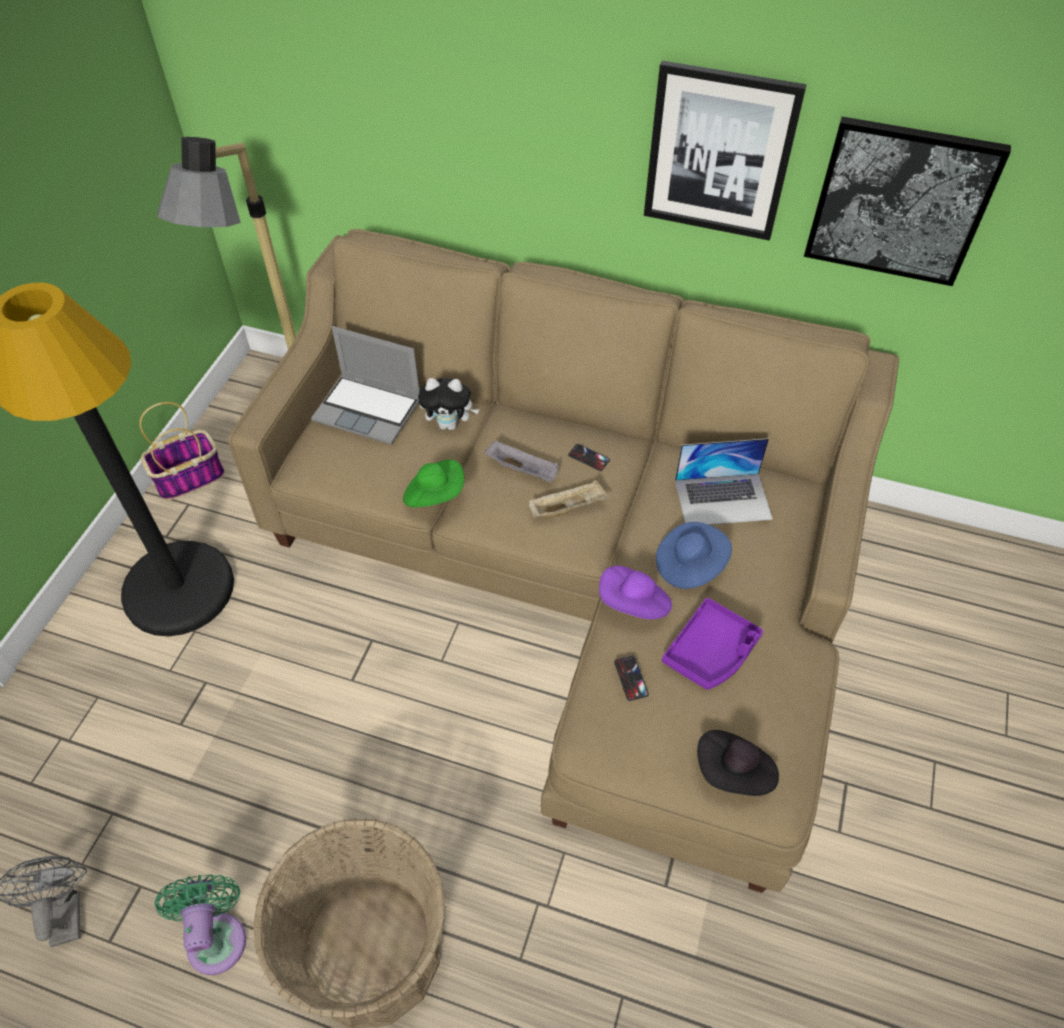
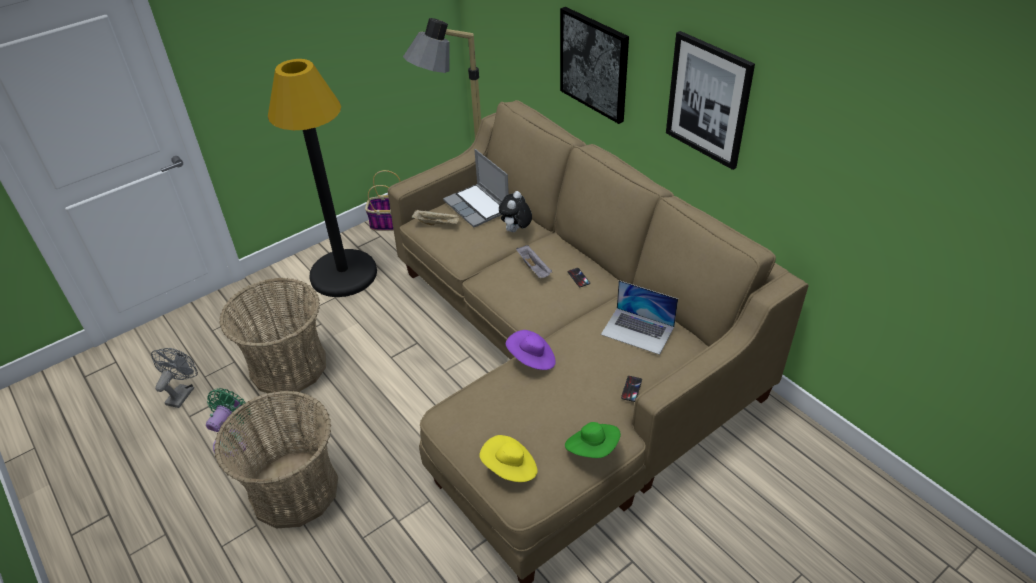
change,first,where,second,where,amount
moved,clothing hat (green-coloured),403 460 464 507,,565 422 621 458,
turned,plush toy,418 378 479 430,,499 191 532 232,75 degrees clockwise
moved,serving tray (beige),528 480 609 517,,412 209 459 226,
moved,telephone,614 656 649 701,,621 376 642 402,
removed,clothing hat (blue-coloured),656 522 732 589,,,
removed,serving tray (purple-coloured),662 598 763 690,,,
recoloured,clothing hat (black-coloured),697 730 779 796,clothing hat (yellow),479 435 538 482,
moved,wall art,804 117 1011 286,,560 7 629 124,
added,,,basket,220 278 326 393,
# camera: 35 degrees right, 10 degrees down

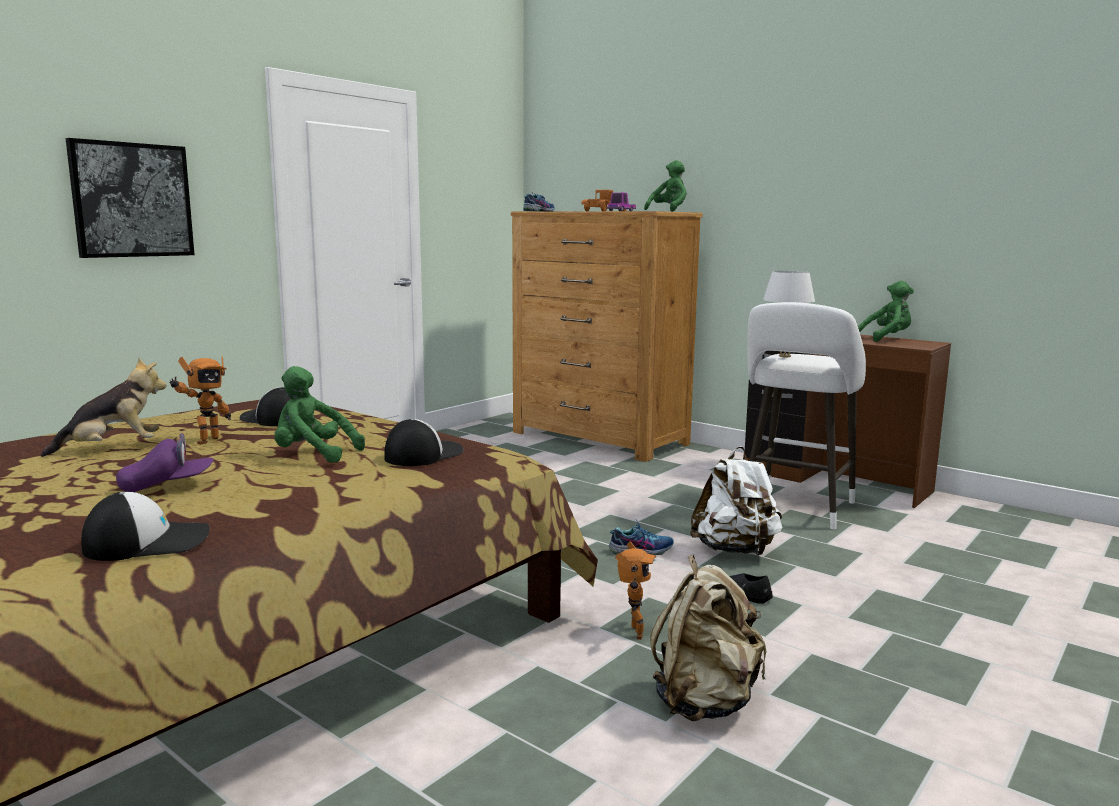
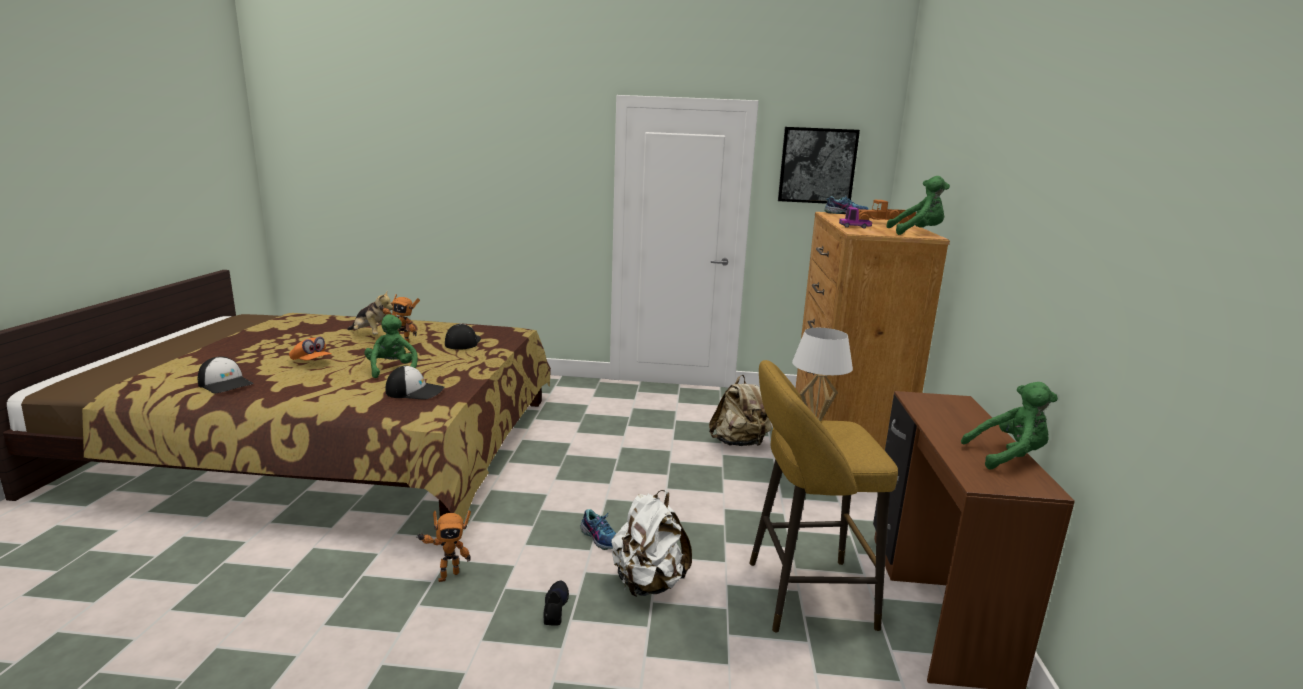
change,first,where,second,where,amount
moved,wall art,66 138 195 258,,778 127 860 204,
recoloured,cap (purple-coloured),116 433 213 492,cap (orange-coloured),289 337 332 360,
moved,knapsack (beige),651 555 766 721,,709 375 772 446,
recoloured,sitting stool (white-coloured),748 302 866 529,sitting stool (yellow),749 360 898 633,
turned,plush toy (green-coloured),858 281 914 342,,961 382 1058 469,45 degrees counterclockwise
# camera: 55 degrees right, 5 degrees up

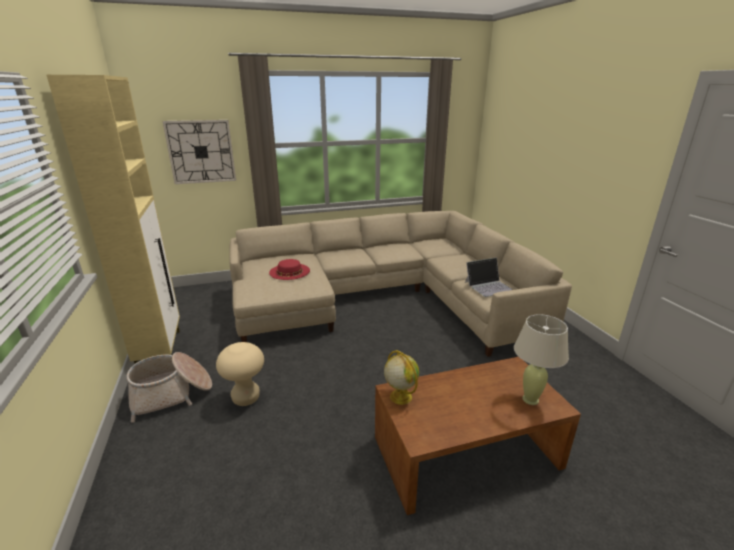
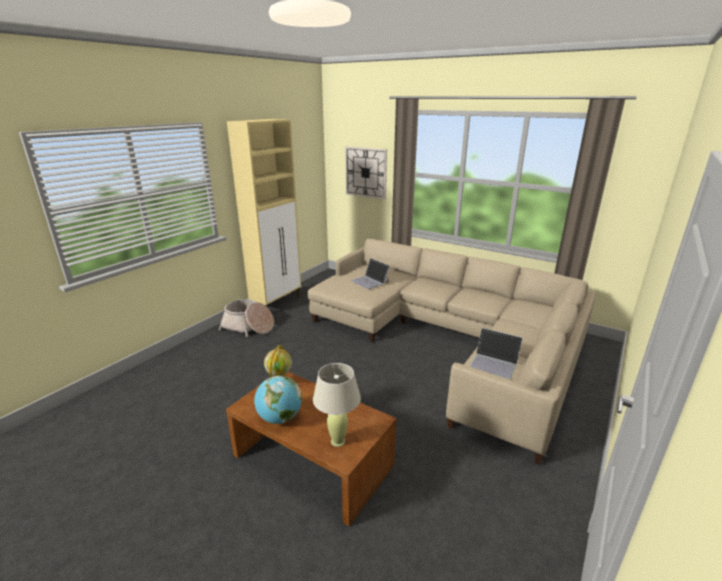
change,first,where,second,where,amount
removed,sitting stool (beige),216 342 264 406,,,
replaced,clothing hat (red),269 259 310 280,laptop,350 258 390 289,
added,,,desk globe,254 375 302 424,
# camera: 50 degrees right, 0 degrees up

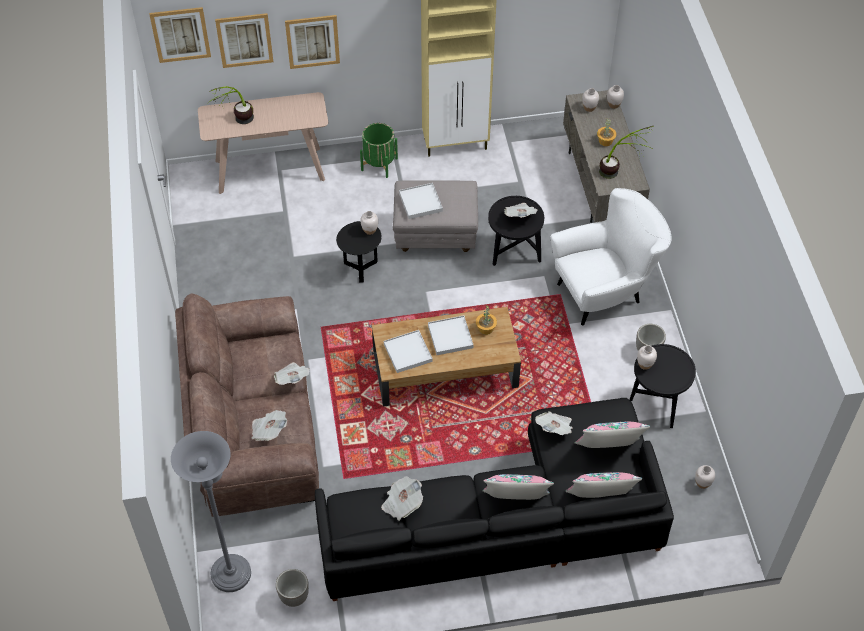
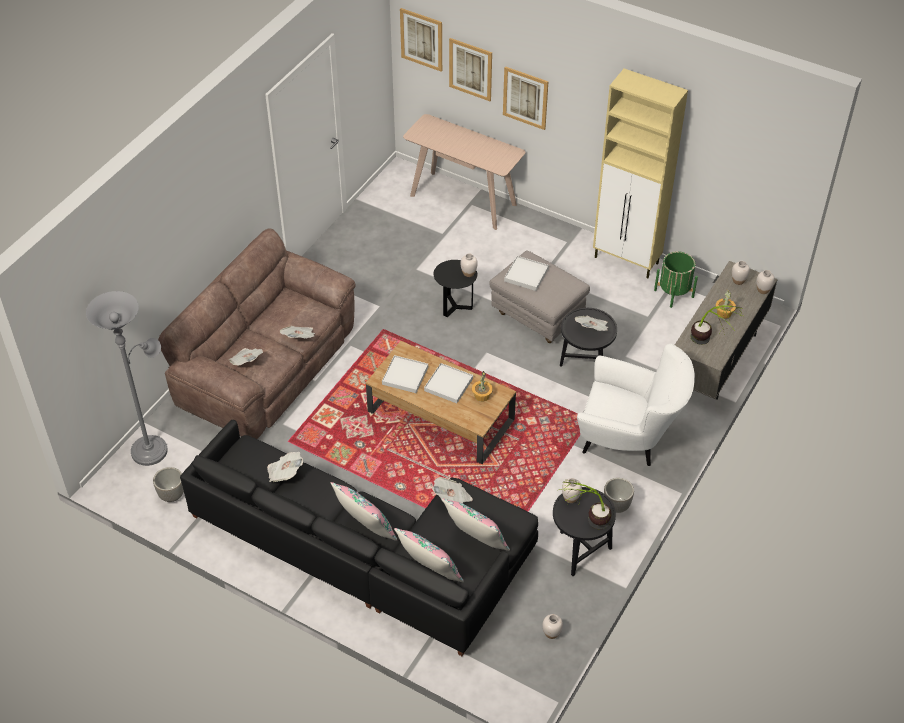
change,first,where,second,where,amount
moved,potted plant,207 86 254 124,,560 480 612 529,
moved,flower pot (green-coloured),360 123 398 178,,654 251 698 308,
# camera: 40 degrees right, 5 degrees down

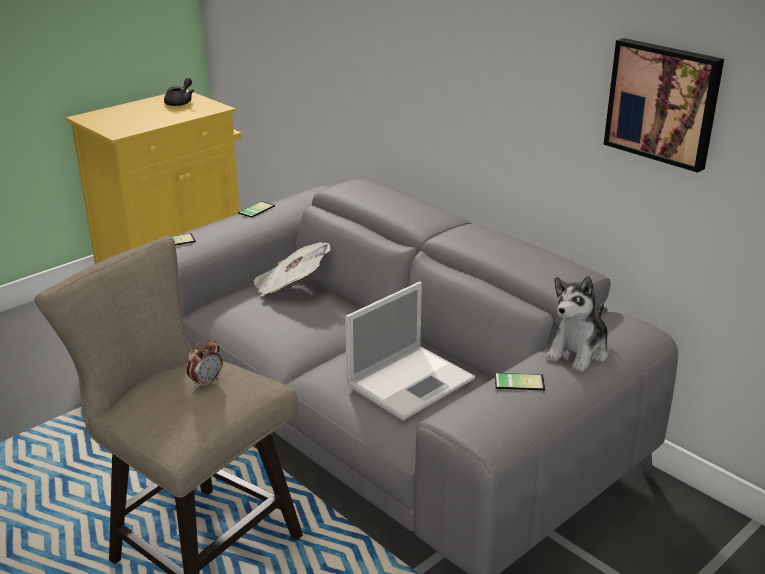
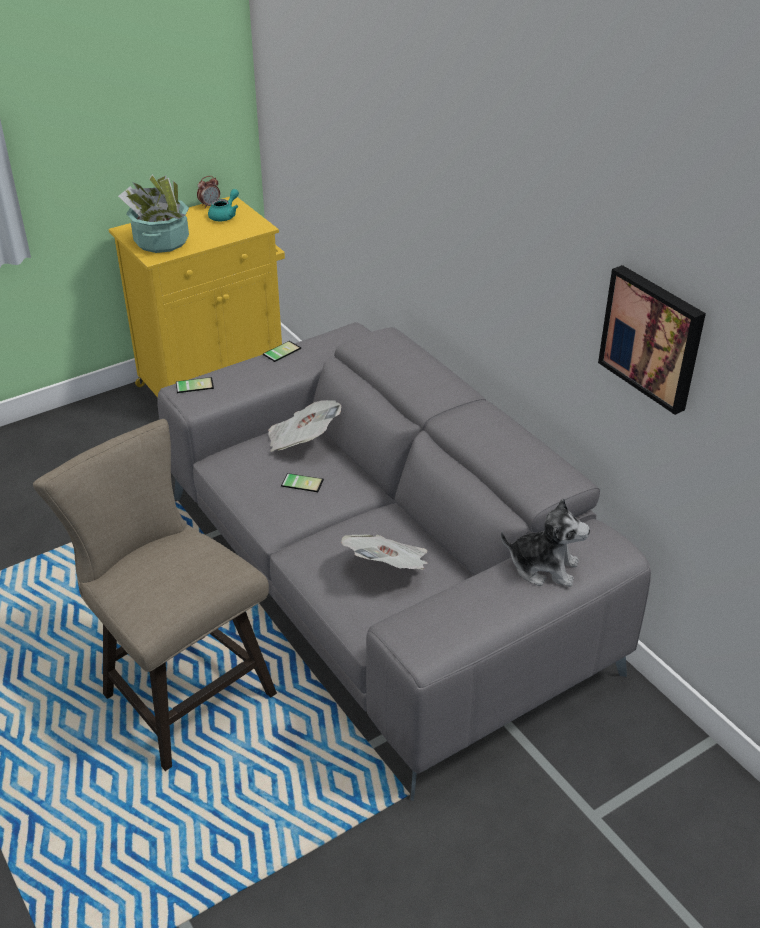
change,first,where,second,where,amount
recoloured,tea pot (gray),164 78 194 106,tea pot (blue-green),208 189 239 221,
moved,table clock,186 339 223 389,,197 176 220 208,
replaced,laptop,345 282 475 421,daily paper,341 535 427 570,
moved,telephone,495 373 545 390,,281 473 324 492,
turned,plush toy,545 276 609 372,,501 498 590 587,120 degrees counterclockwise
added,,,potted plant,118 174 189 253,
# camera: 10 degrees right, 10 degrees up

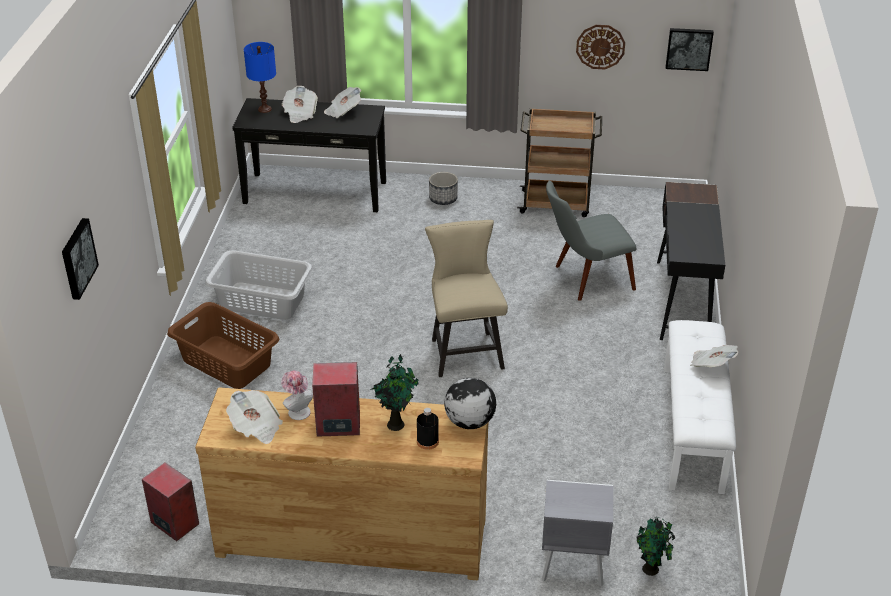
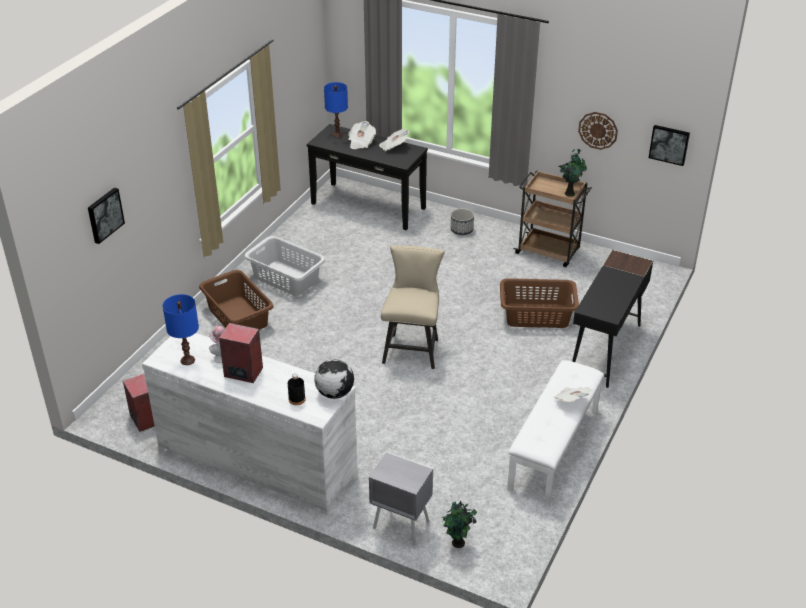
change,first,where,second,where,amount
recoloured,dresser (brown-coloured),195 387 489 581,dresser (white-coloured),142 333 358 515,
replaced,daily paper,226 390 283 444,lamp for a table (blue-coloured),163 294 199 365,
moved,potted plant,370 354 418 431,,558 149 587 196,
replaced,chair (gray),546 181 636 301,laundry basket (brown-coloured),500 278 579 328,
# camera: 20 degrees right, 0 degrees up

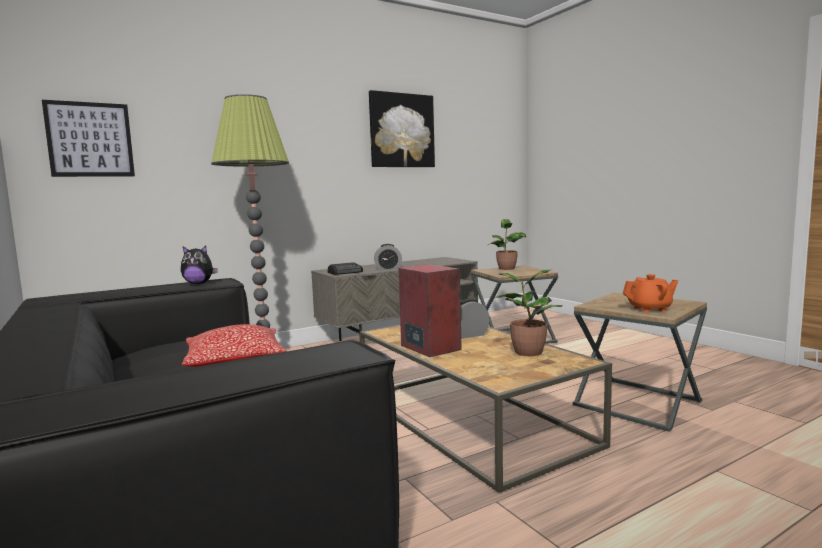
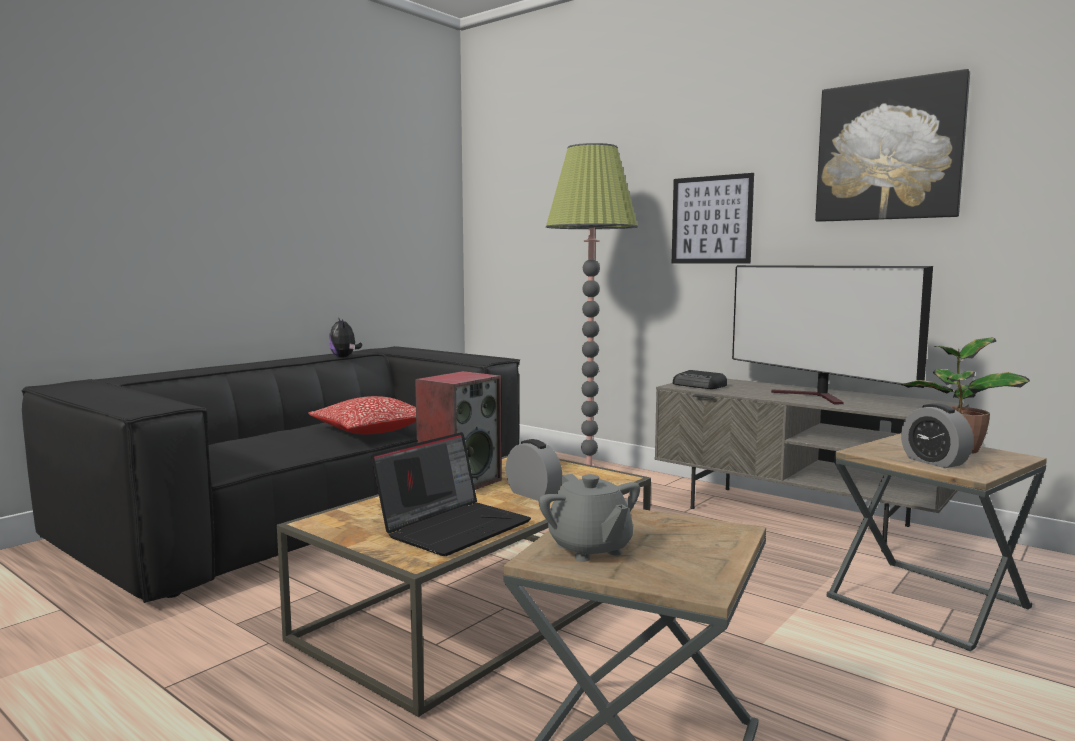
change,first,where,second,where,amount
moved,wall art,42 100 135 177,,672 173 754 263,
moved,plush toy,181 246 218 284,,329 317 362 357,
moved,table clock,374 244 402 270,,901 403 974 468,
replaced,potted plant,492 269 563 356,laptop,371 432 531 556,
recoloured,tea pot (orange-coloured),622 274 678 312,tea pot (gray),539 474 640 562,
added,,,TV set,732 265 933 404,
# camera: 70 degrees right, 0 degrees up

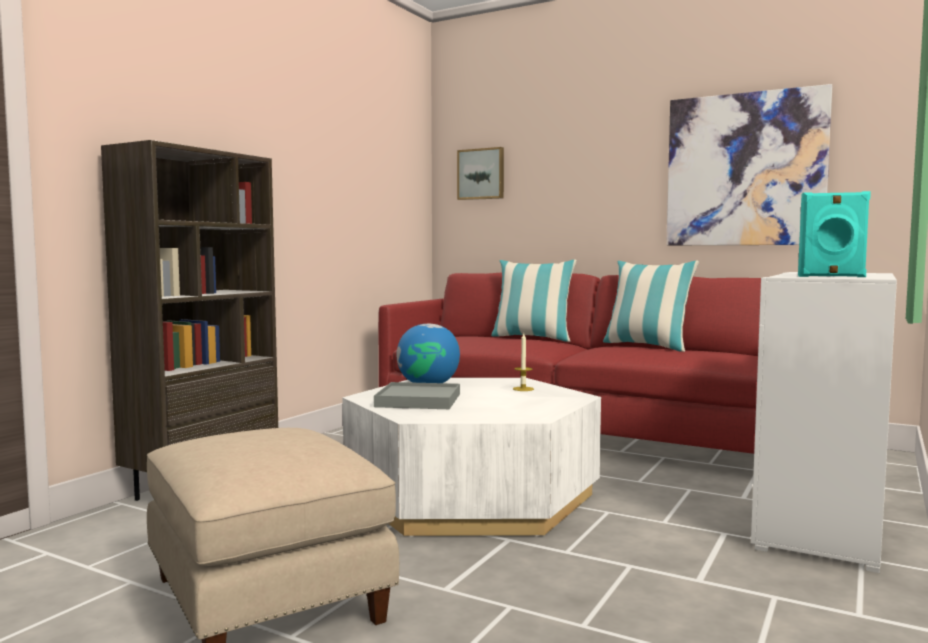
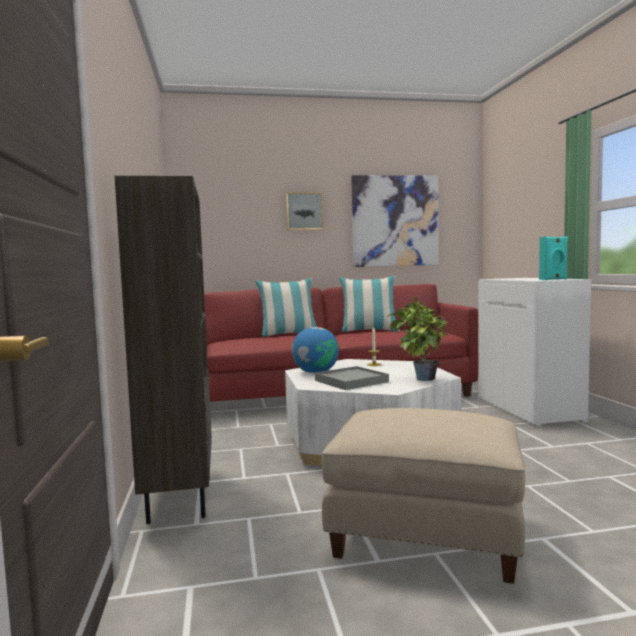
change,first,where,second,where,amount
moved,wall art,457 147 504 200,,286 192 324 230,
added,,,potted plant,387 297 448 381,
# camera: 40 degrees left, 0 degrees up

